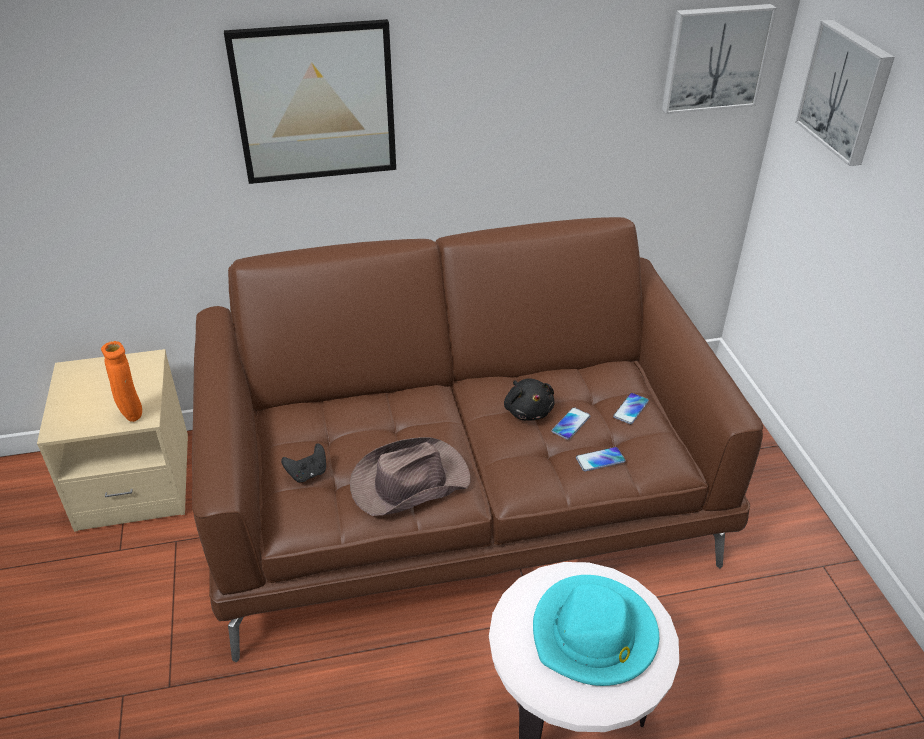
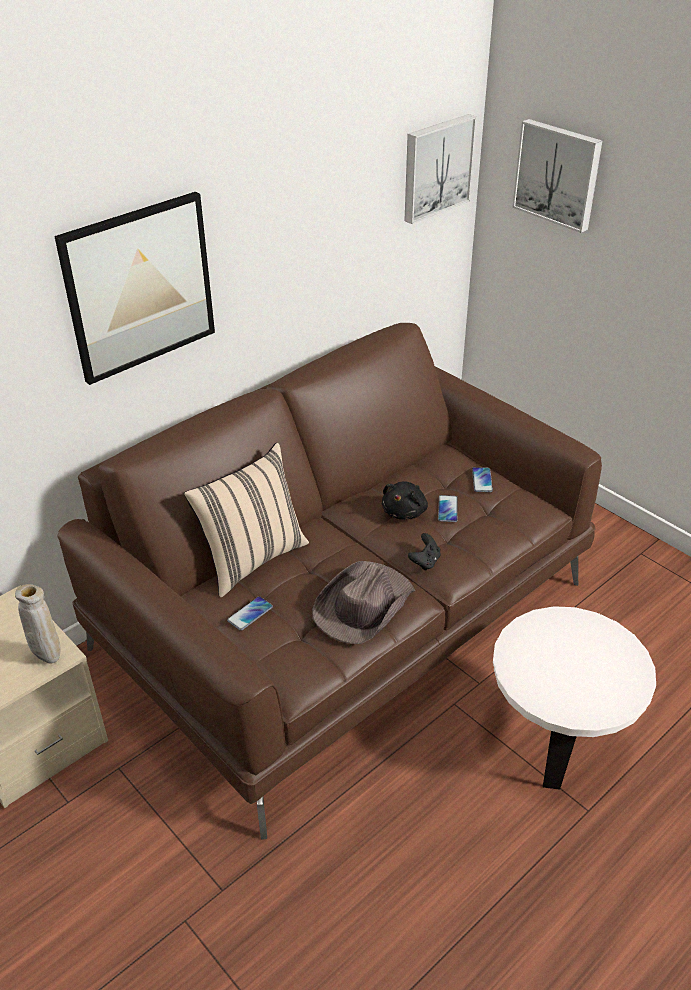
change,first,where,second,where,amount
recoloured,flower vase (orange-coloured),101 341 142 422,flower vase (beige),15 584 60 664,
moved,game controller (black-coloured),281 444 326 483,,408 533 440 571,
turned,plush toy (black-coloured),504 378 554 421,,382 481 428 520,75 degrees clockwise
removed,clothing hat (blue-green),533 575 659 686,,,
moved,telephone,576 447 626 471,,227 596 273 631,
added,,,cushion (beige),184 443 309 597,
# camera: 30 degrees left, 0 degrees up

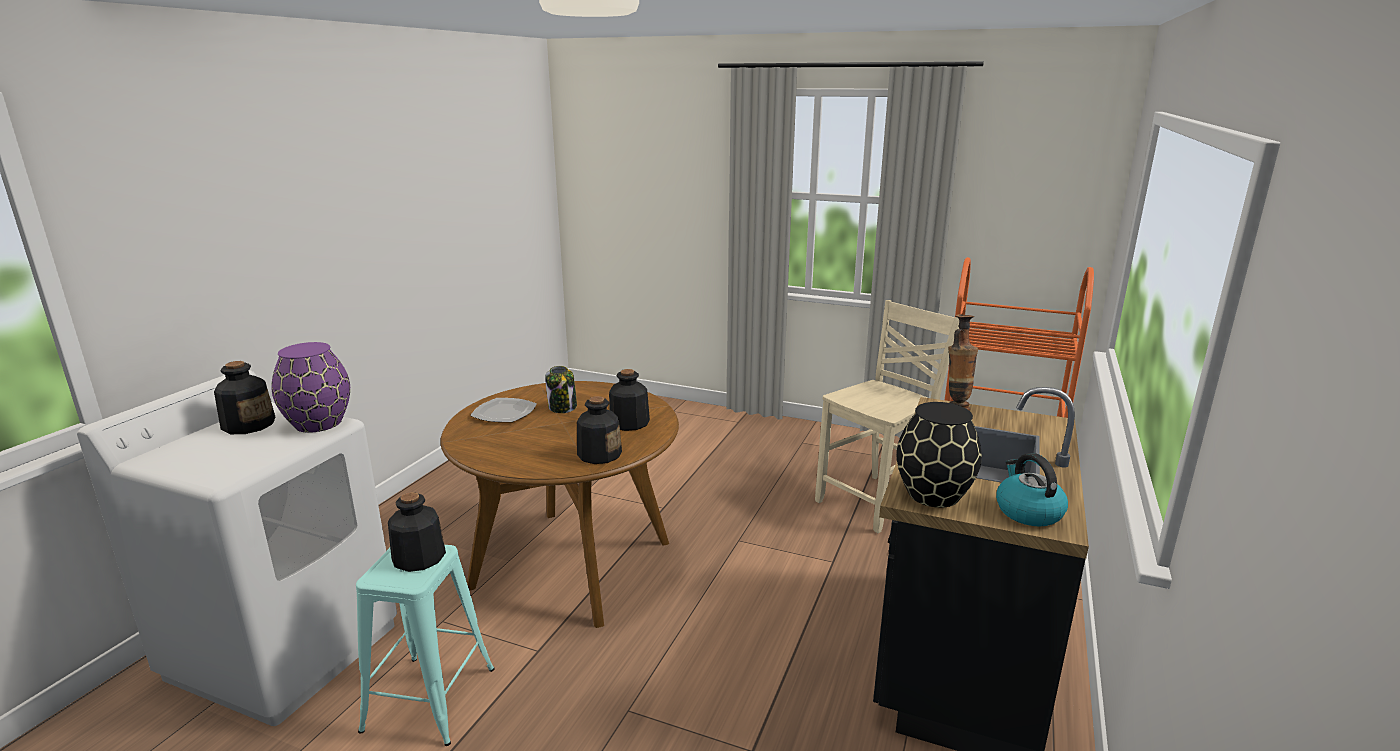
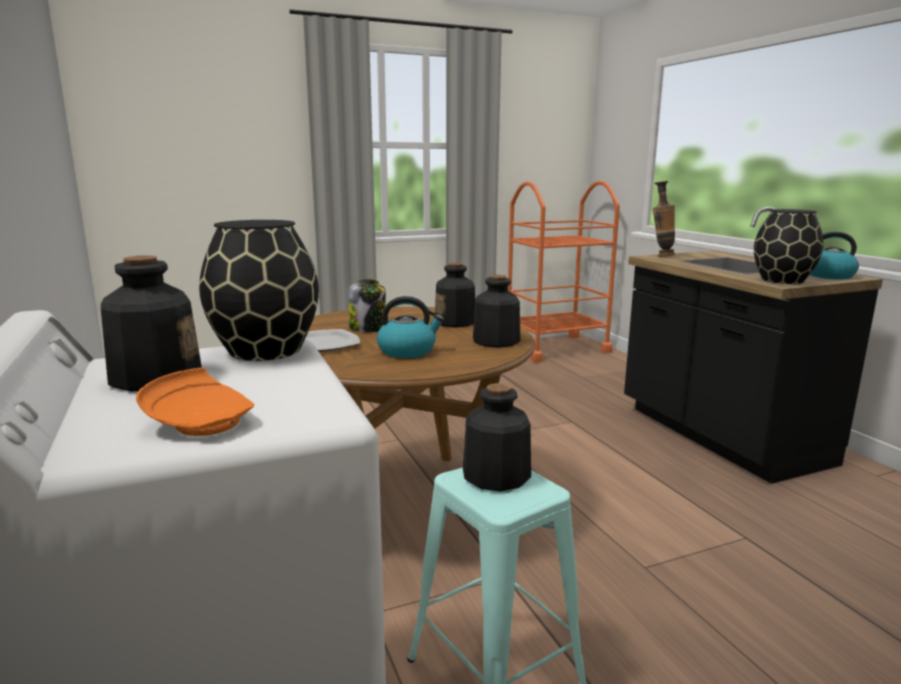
change,first,where,second,where,amount
recoloured,flower vase (purple-coloured),272 342 350 433,flower vase (black-coloured),199 220 319 361,
removed,chair (beige),815 300 959 533,,,
added,,,plate (orange-coloured),136 368 254 436,
added,,,water kettle,377 296 444 358,
# camera: 45 degrees left, 5 degrees down

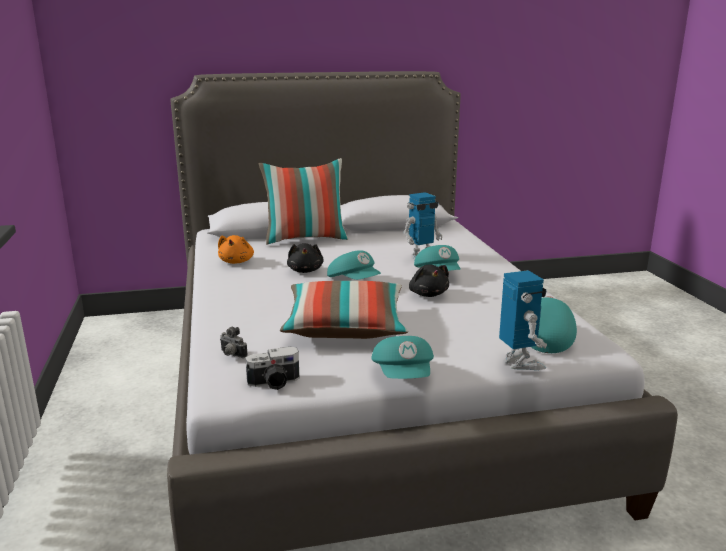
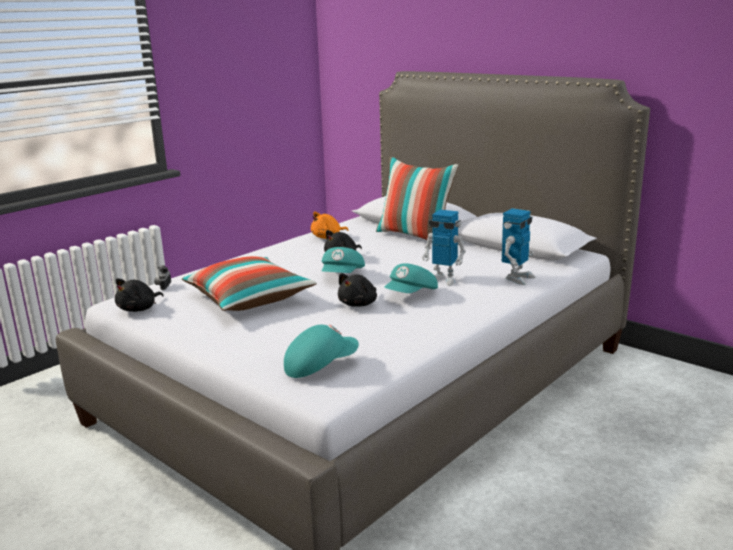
change,first,where,second,where,amount
replaced,photo camera,245 347 299 390,plush toy (black-coloured),115 278 164 312,
removed,cap (blue-green),371 336 434 379,,,
moved,toy robot,499 270 547 370,,502 208 536 285,
# camera: 55 degrees right, 0 degrees up

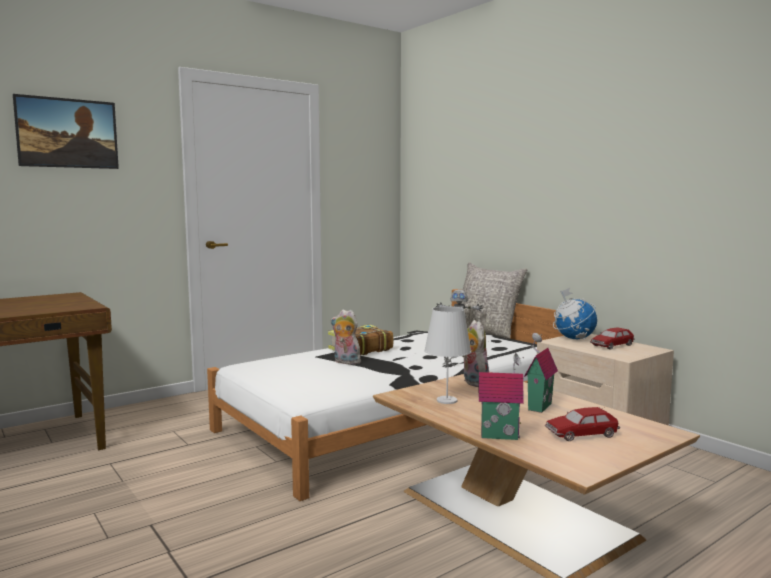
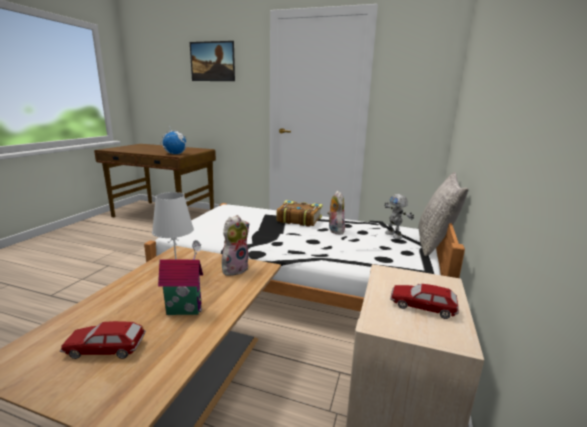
change,first,where,second,where,amount
moved,plush toy,331 309 361 364,,327 191 345 235,
removed,toy house,478 353 524 440,,,
turned,model car,545 407 620 441,,60 321 146 359,45 degrees counterclockwise
moved,desk globe,553 288 597 339,,160 125 187 154,
# camera: 55 degrees right, 10 degrees up

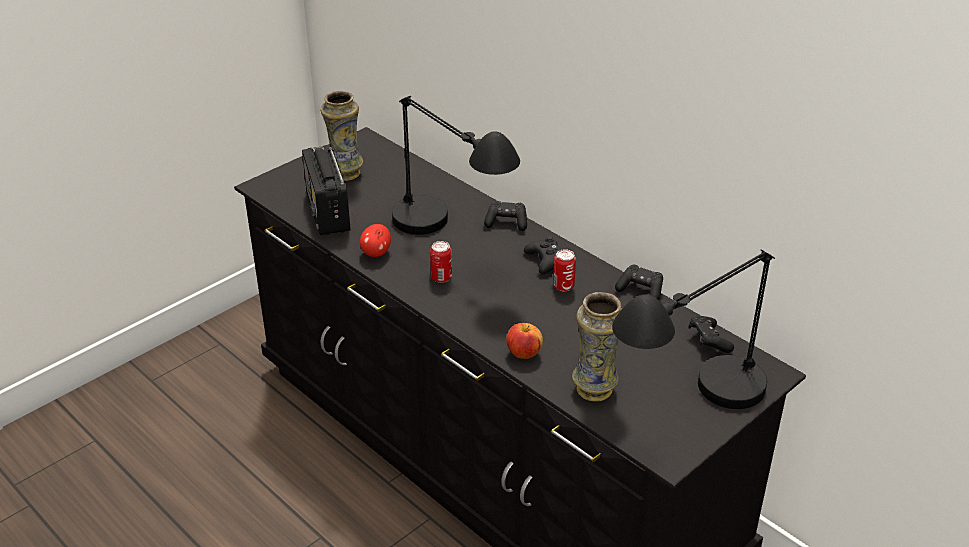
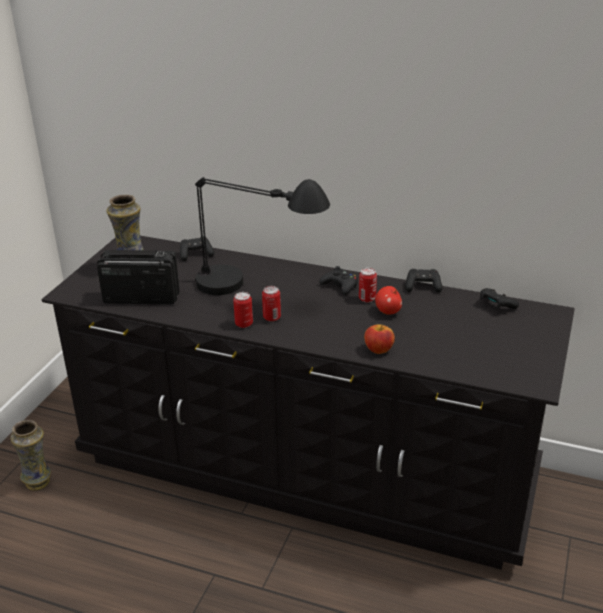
change,first,where,second,where,amount
turned,radio set,302 145 351 235,,97 250 179 305,135 degrees clockwise
moved,apple fruit,360 224 391 257,,375 286 402 315,
moved,game controller (black-coloured),484 201 527 231,,180 237 214 261,
moved,flower vase,572 292 622 401,,10 420 51 491,
removed,lamp for a table (black-coloured),612 250 775 409,,,
added,,,can,233 292 253 328,
# camera: 25 degrees left, 5 degrees down

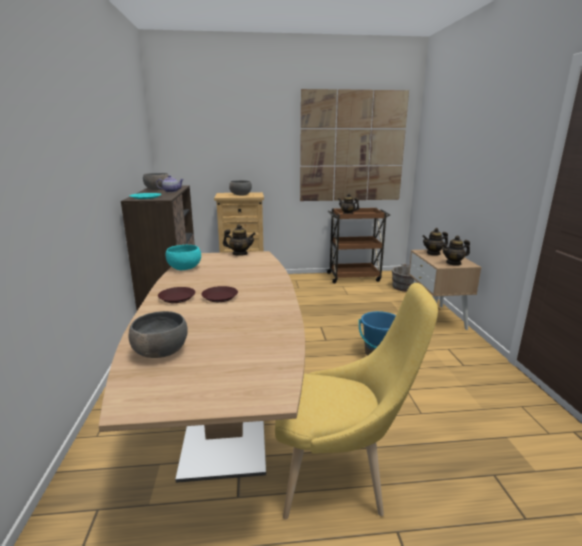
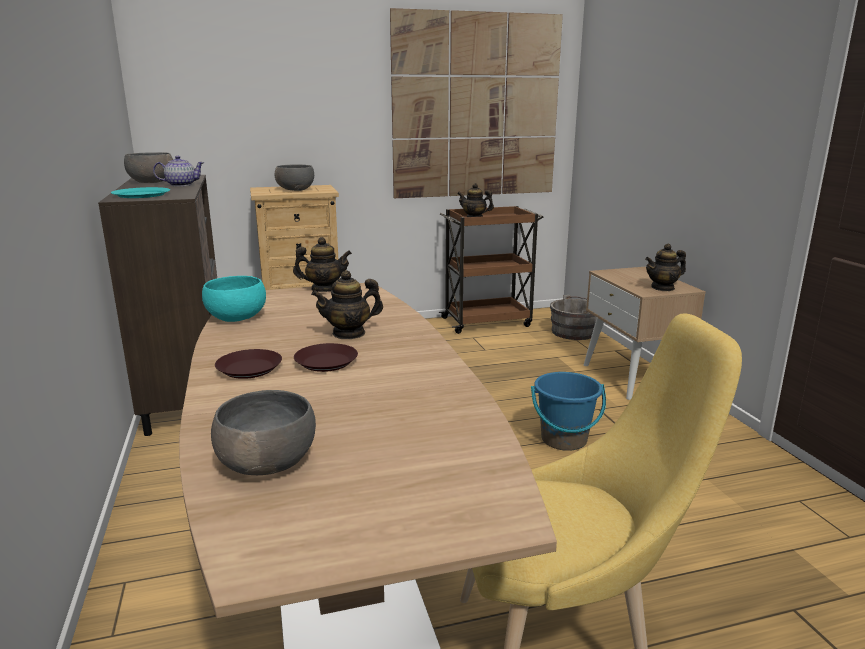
change,first,where,second,where,amount
moved,tea pot,422 228 448 256,,311 270 383 339,
# camera: 10 degrees left, 0 degrees up

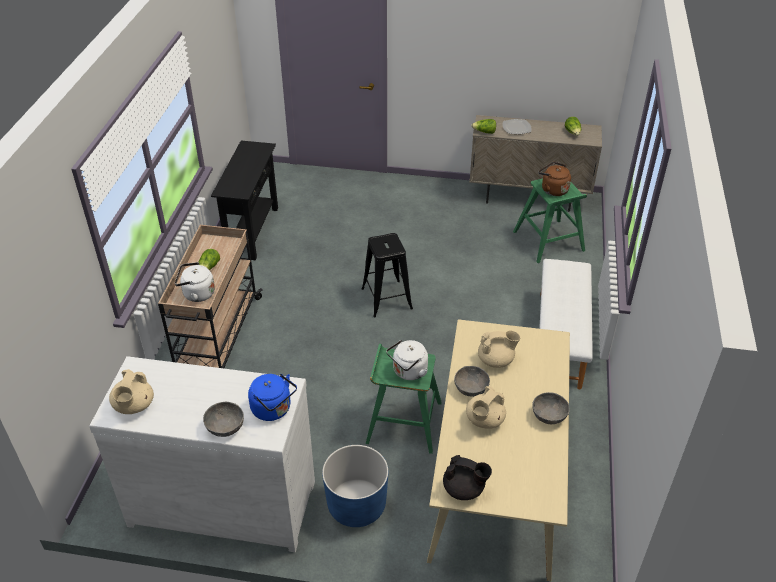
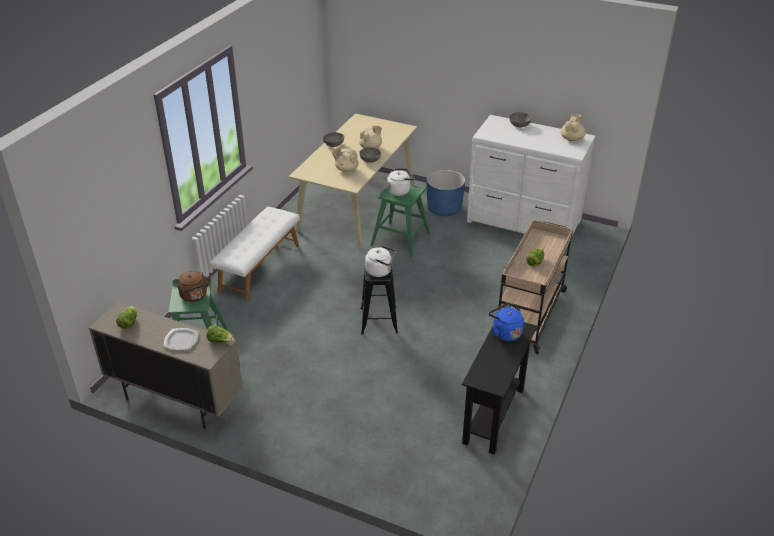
change,first,where,second,where,amount
moved,water kettle (white-coloured),175 262 215 302,,365 245 396 277,
moved,water kettle (blue-coloured),248 374 297 421,,489 303 524 341,
removed,tea pot (black-coloured),443 455 492 500,,,
# camera: 165 degrees left, 5 degrees down

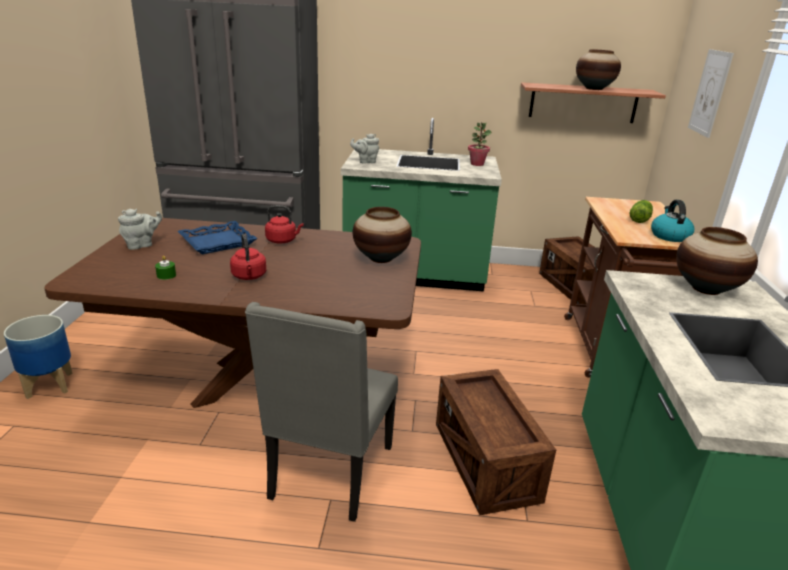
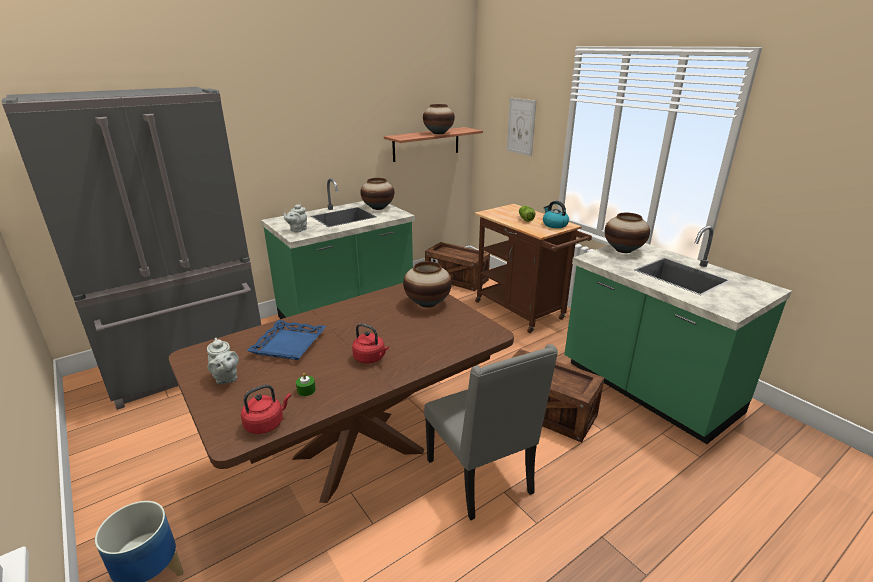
change,first,where,second,where,amount
turned,tea pot (gray),118 209 162 250,,207 338 239 384,135 degrees clockwise
moved,water kettle (red),265 205 304 243,,241 384 291 434,
replaced,potted plant,468 123 492 166,flower vase,360 178 394 210,
# camera: 40 degrees left, 0 degrees up

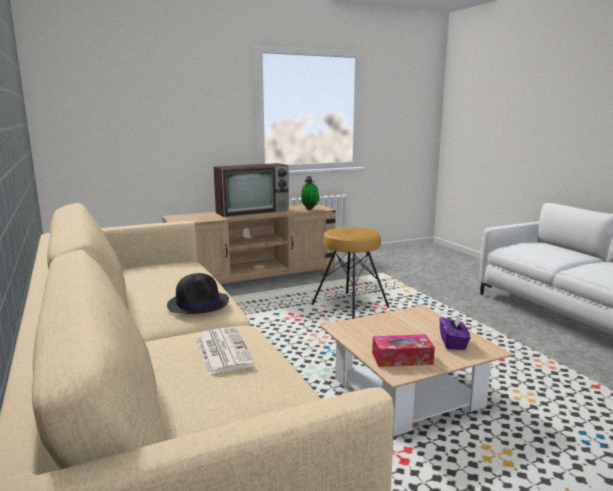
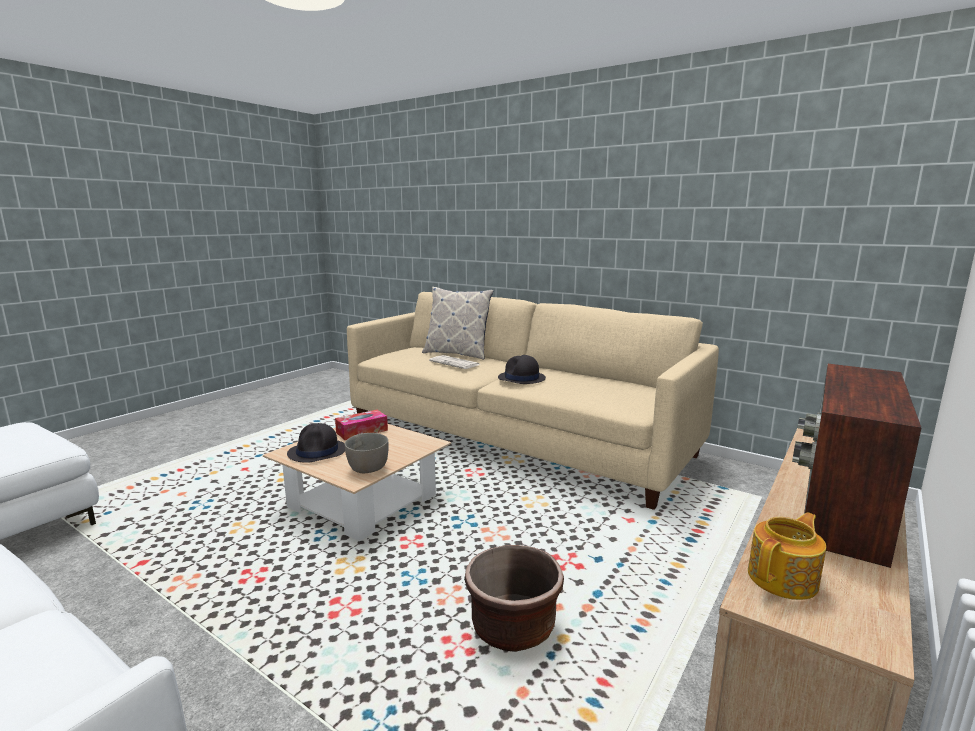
change,first,where,second,where,amount
replaced,potted plant,301 176 320 210,tea pot,748 512 826 600,
replaced,sitting stool (brown-coloured),311 227 390 319,flower pot (brown-coloured),464 545 564 652,
replaced,tissue holder (purple-coloured),440 313 471 350,clothing hat (black-coloured),287 423 345 463,
added,,,bowl (gray),345 433 389 473,
added,,,cushion,422 287 494 360,
# camera: 150 degrees right, 0 degrees up

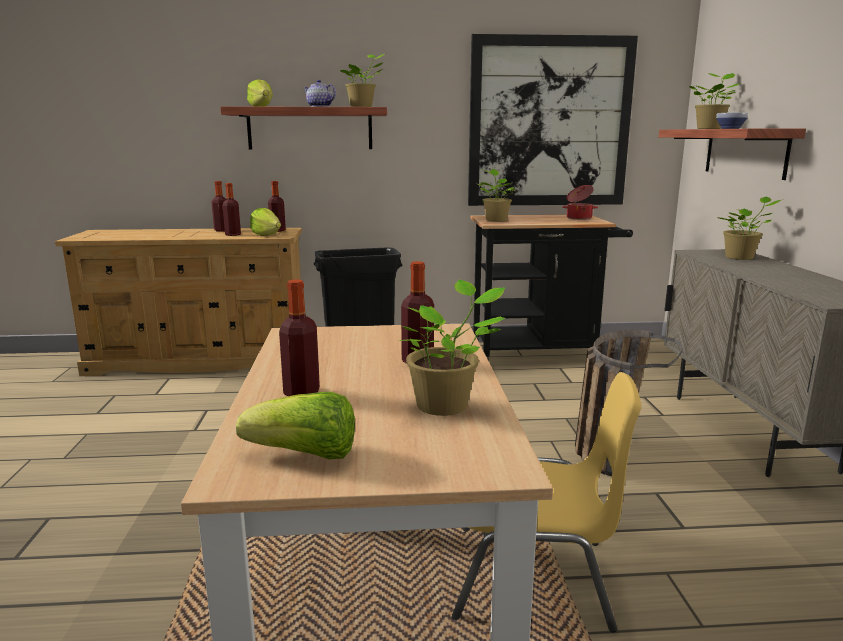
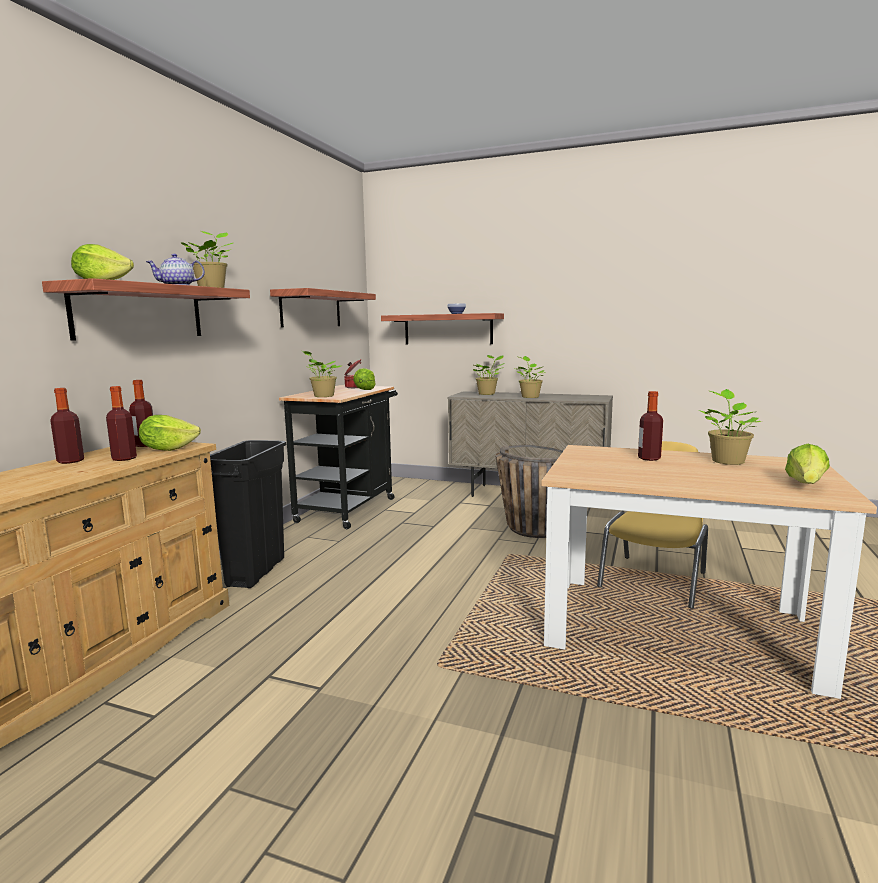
change,first,where,second,where,amount
removed,drink bottle,279 280 320 396,,,
replaced,wall art,468 34 638 206,shelf,270 288 376 327,
moved,potted plant,689 73 741 129,,515 356 546 398,
added,,,lettuce head,353 368 376 390,
# camera: 65 degrees left, 5 degrees down

